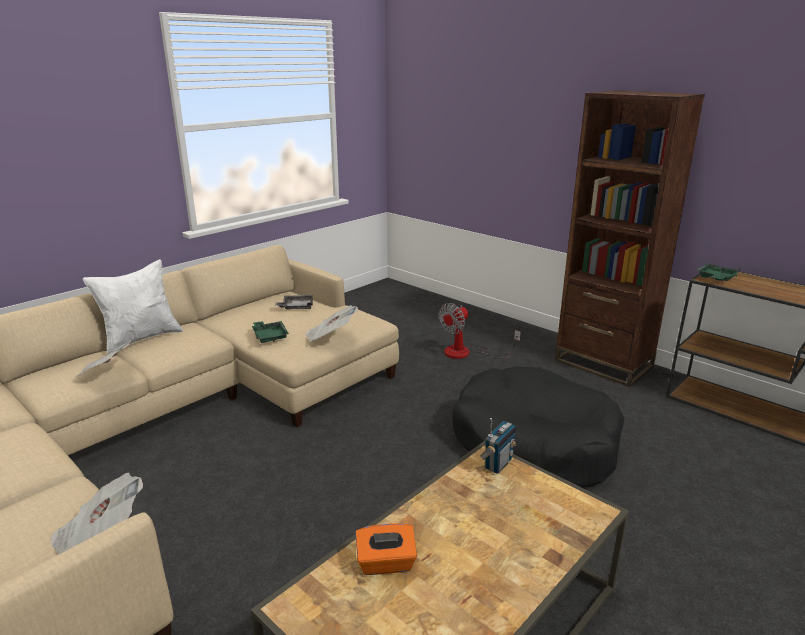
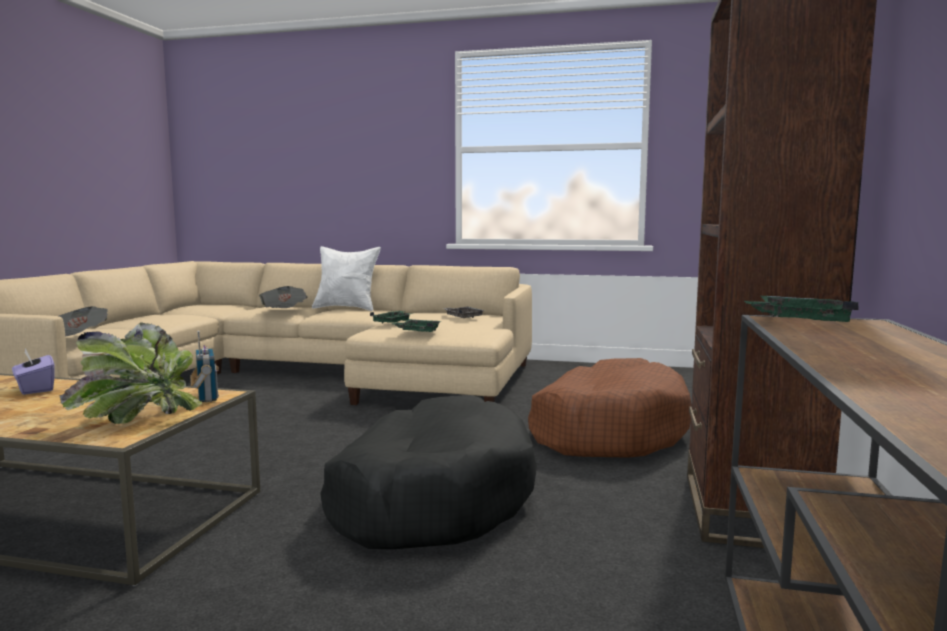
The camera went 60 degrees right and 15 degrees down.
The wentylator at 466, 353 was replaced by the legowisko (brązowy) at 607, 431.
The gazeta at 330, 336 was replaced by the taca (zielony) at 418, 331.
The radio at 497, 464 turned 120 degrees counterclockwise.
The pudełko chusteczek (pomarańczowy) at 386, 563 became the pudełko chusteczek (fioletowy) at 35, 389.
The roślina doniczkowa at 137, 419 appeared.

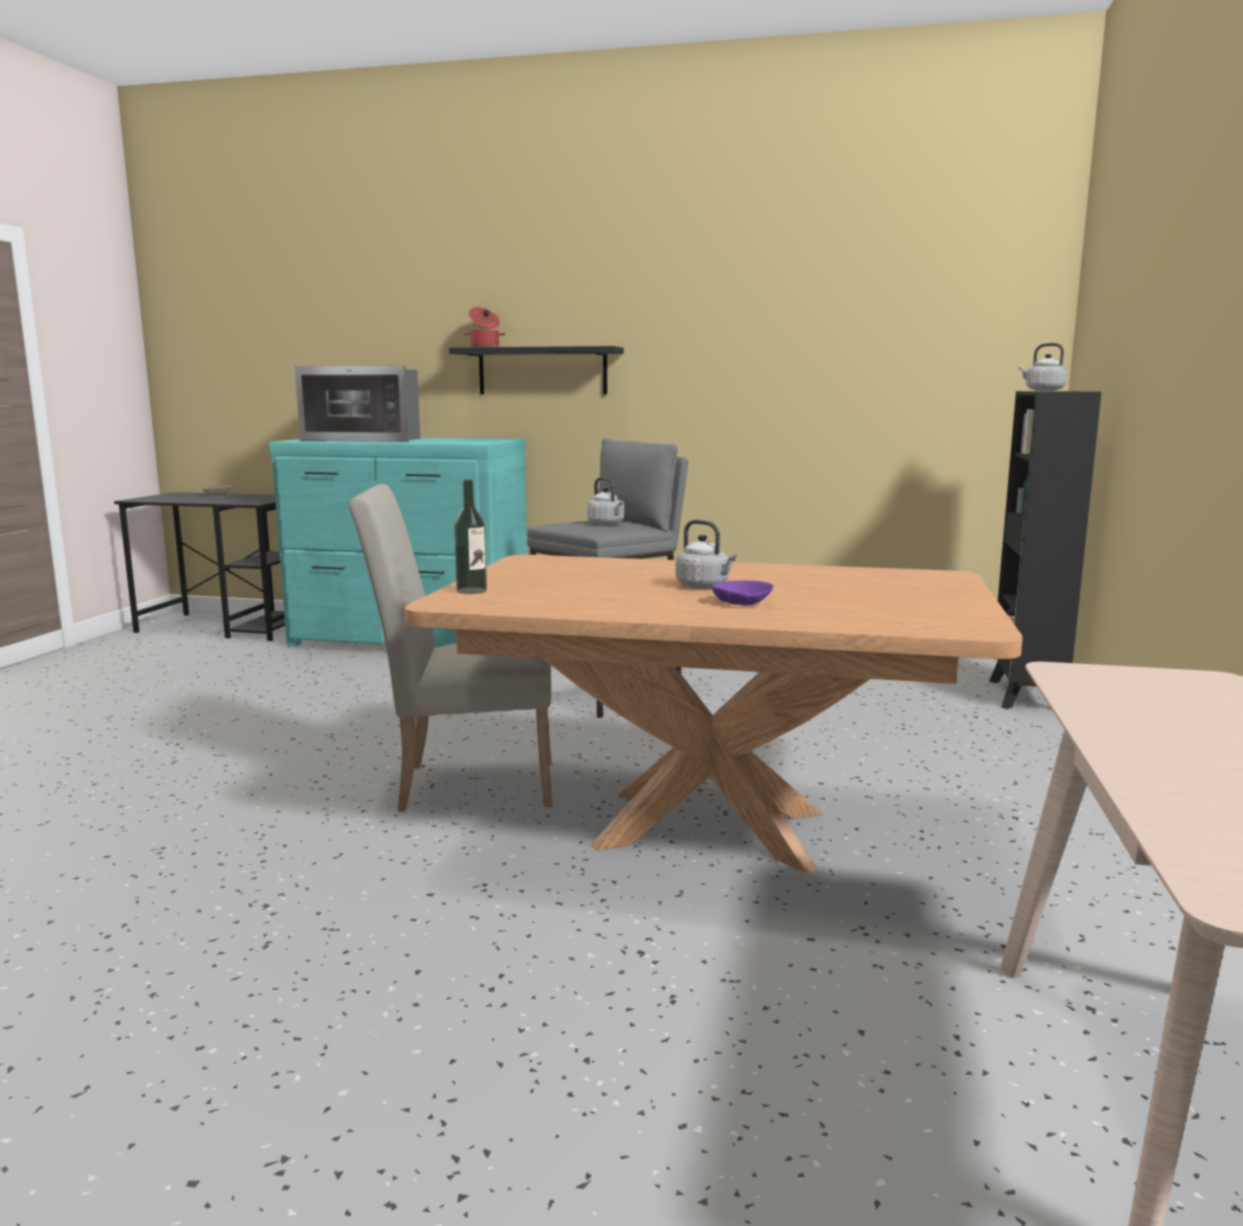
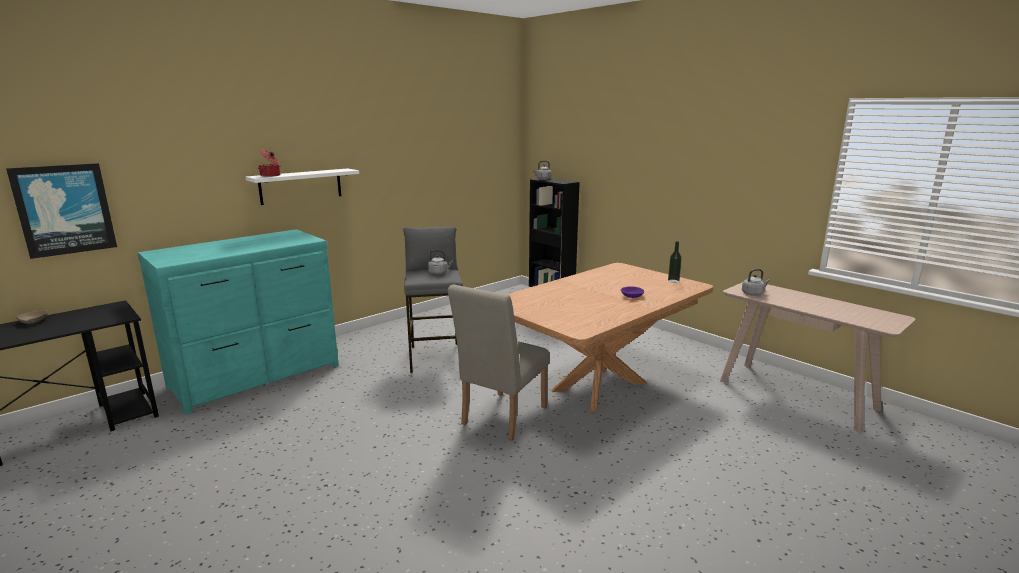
The camera went 55 degrees left and 5 degrees up.
The półka (czarny) at 542, 371 became the półka (biały) at 301, 186.
The mikrofalówka at 367, 439 disappeared.
The butelka moved from 471, 591 to 673, 281.
The czajnik (szary) moved from 704, 586 to 753, 293.
The obraz at 64, 209 appeared.

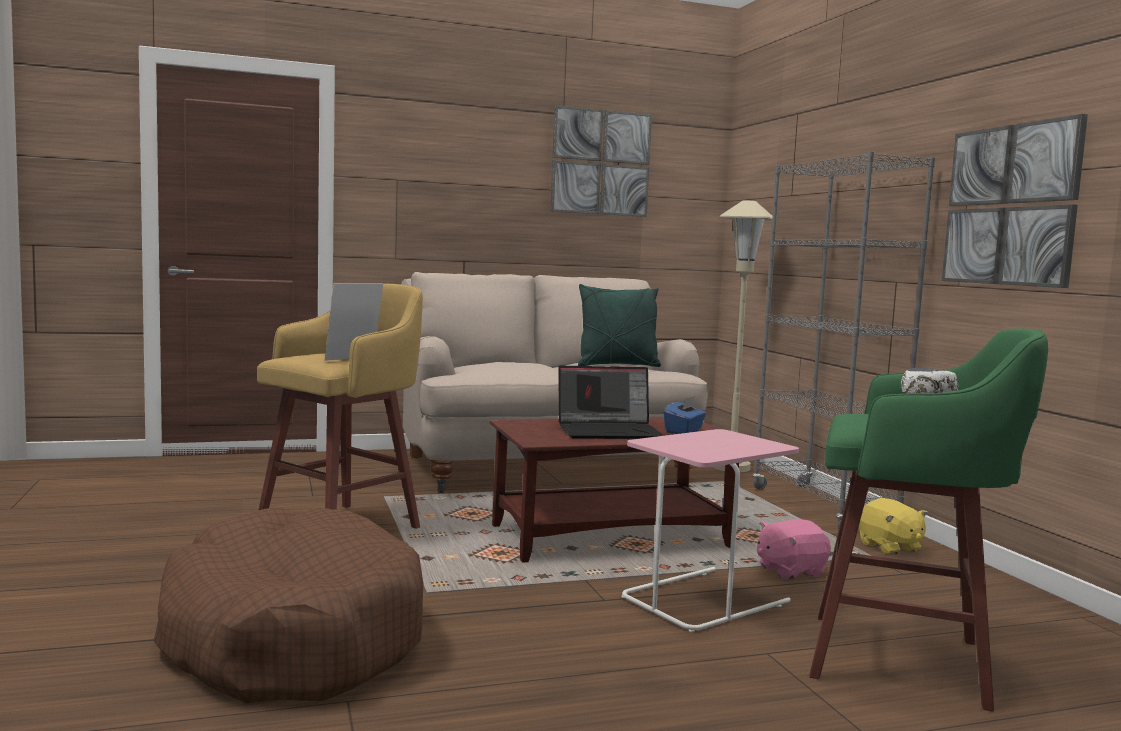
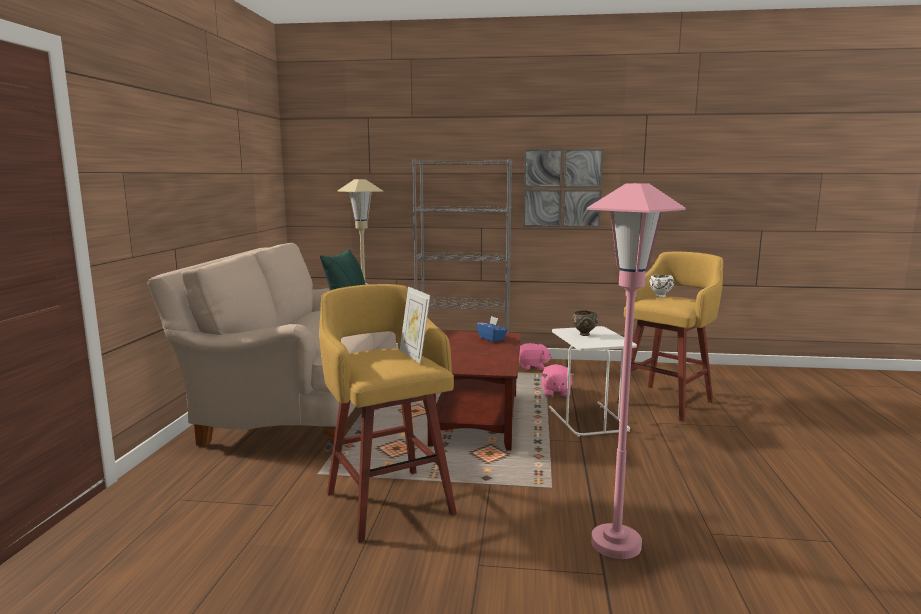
The camera went 65 degrees left and 5 degrees up.
The obraz at 600, 162 disappeared.
The stołek (zielony) at 904, 660 became the stołek (żółty) at 667, 401.
The laptop at 610, 431 disappeared.
The stolik (różowy) at 703, 599 became the stolik (biały) at 587, 419.
The pluszak (żółty) at 889, 547 became the pluszak (różowy) at 532, 367.
The legowisko (brązowy) at 292, 637 was replaced by the lampa stojąca (różowy) at 616, 544.
The miska (brązowy) at 583, 334 appeared.

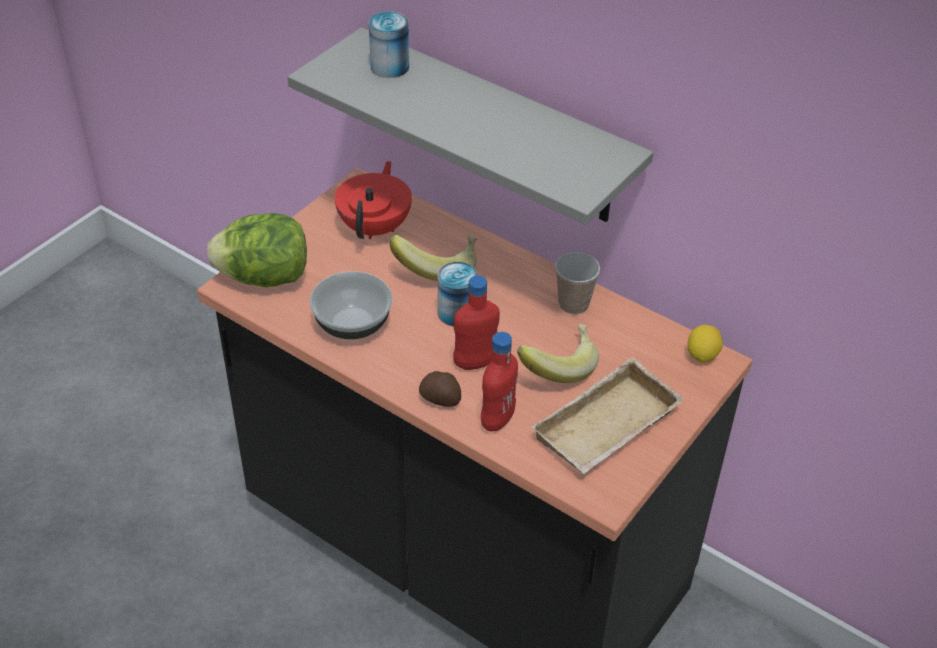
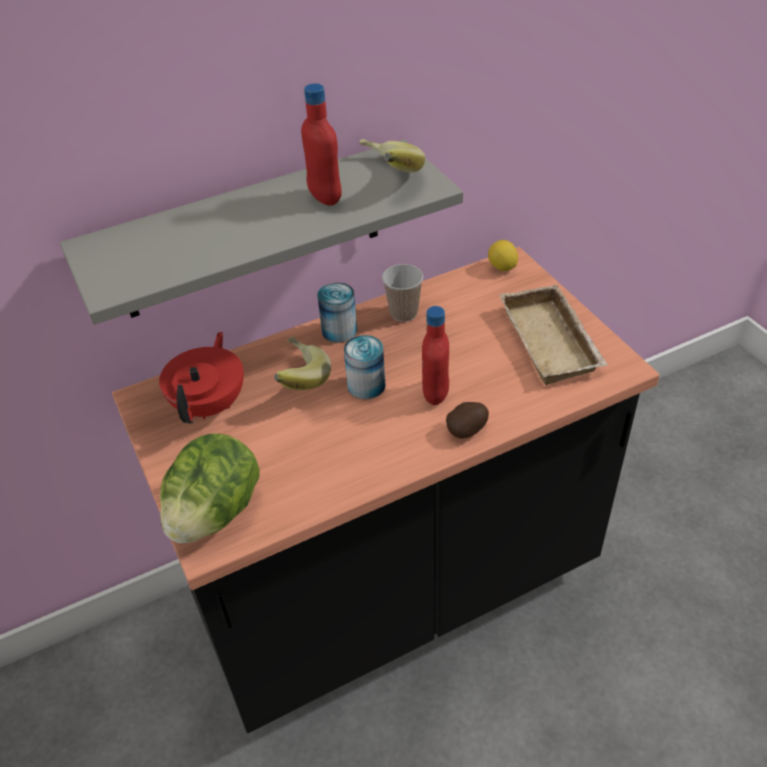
The camera went 60 degrees left and 0 degrees up.
The puszka moved from 389, 67 to 339, 330.
The imbryk (czerwony) at 375, 227 turned 60 degrees clockwise.
The miska at 351, 325 disappeared.
The banan moved from 557, 366 to 386, 176.
The butelka (czerwony) moved from 497, 419 to 325, 197.

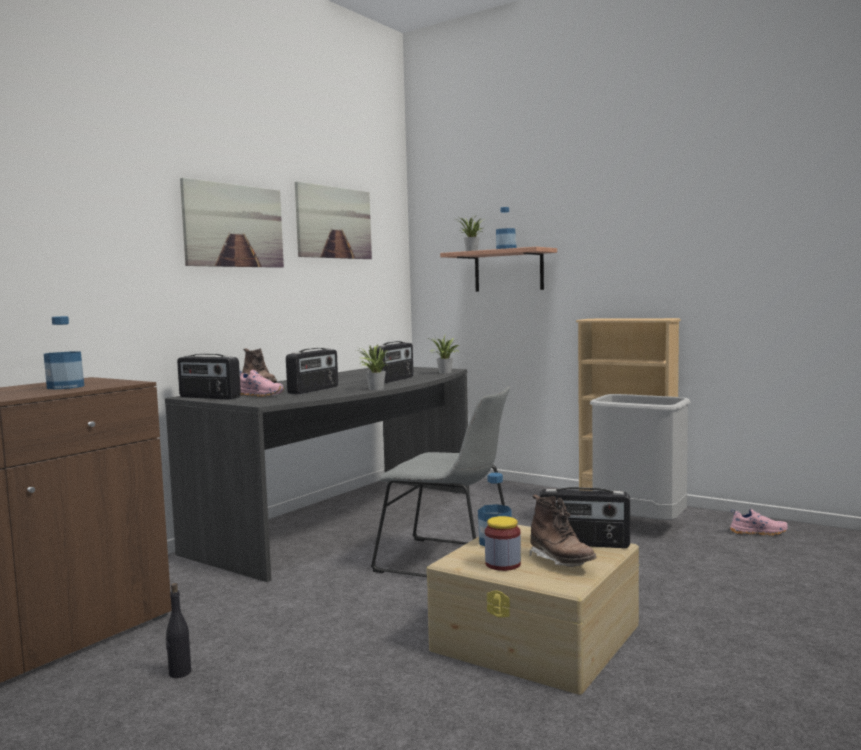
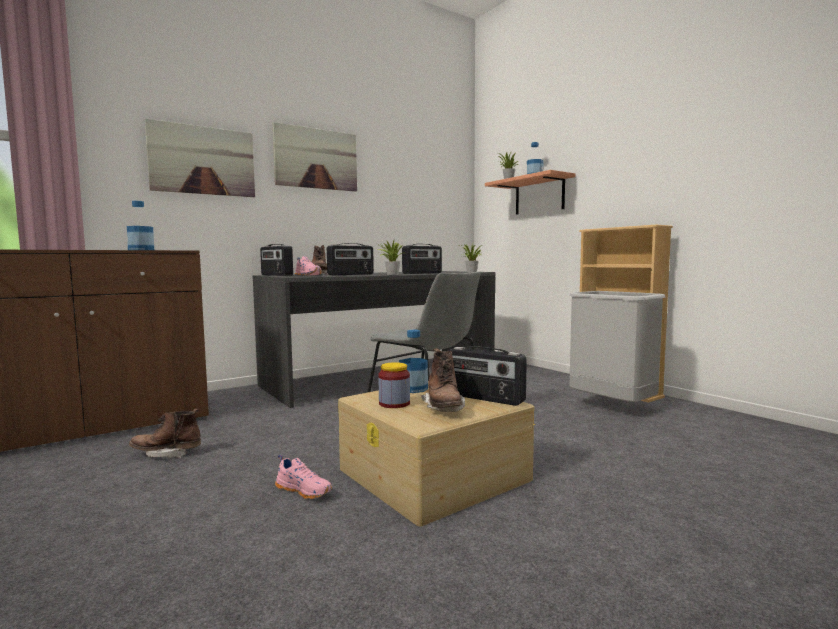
The camera went 20 degrees right and 0 degrees up.
The obraz moved from 334, 223 to 203, 160.
The but (różowy) moved from 758, 532 to 305, 490.
The butelka (czarny) at 179, 673 was replaced by the but z cholewką (brązowy) at 167, 453.

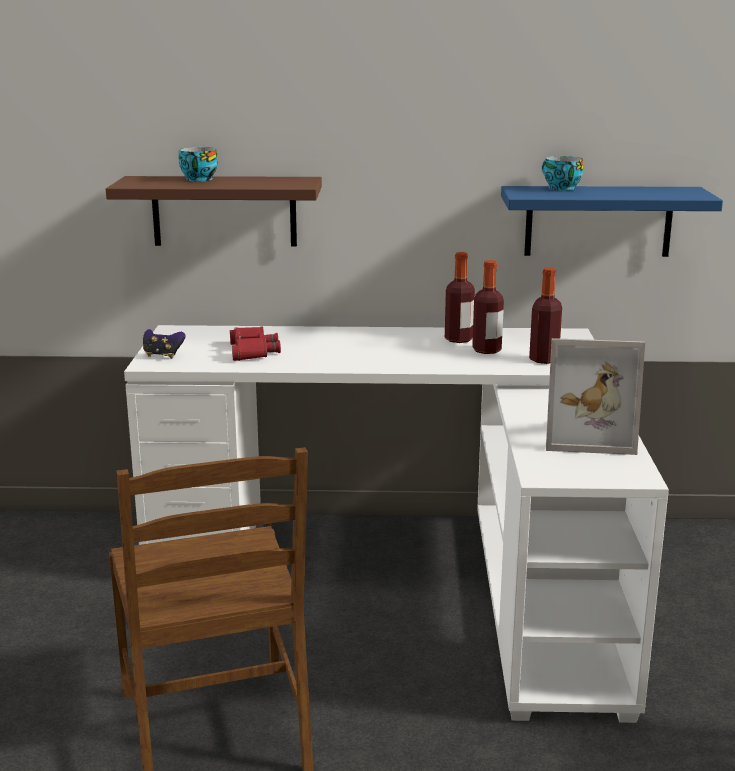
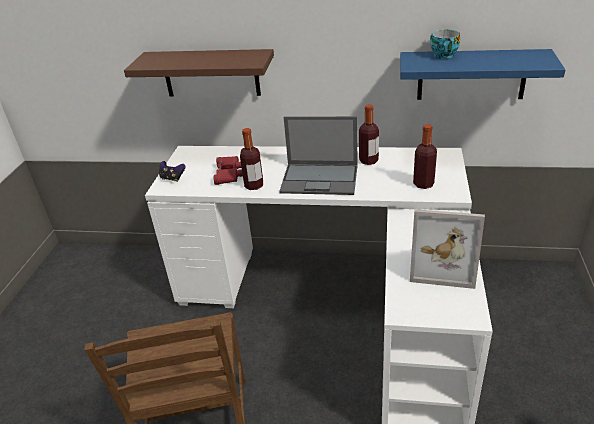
The camera went 10 degrees right and 15 degrees up.
The filiżanka at 197, 179 disappeared.
The butelka moved from 486, 350 to 254, 185.
The laptop at 320, 179 appeared.

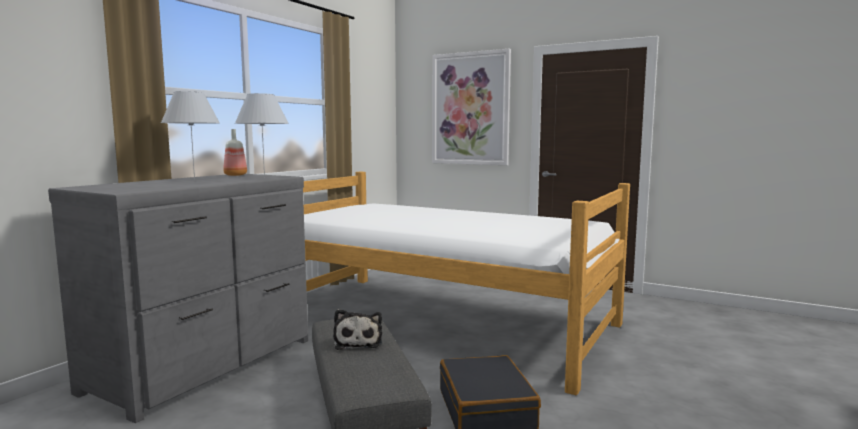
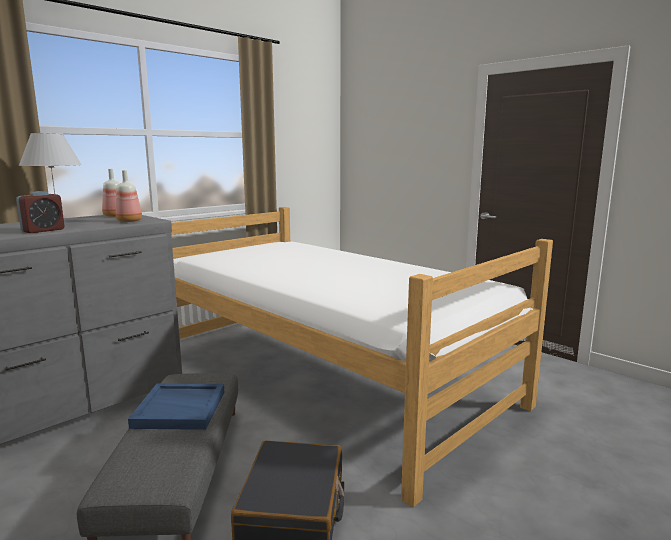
The camera went 15 degrees right and 5 degrees up.
The obraz at 470, 109 disappeared.
The lampa stołowa (biały) at 264, 177 was replaced by the butelka at 130, 221.
The pluszak at 358, 342 was replaced by the taca (niebieski) at 181, 409.
The budzik at 43, 230 appeared.

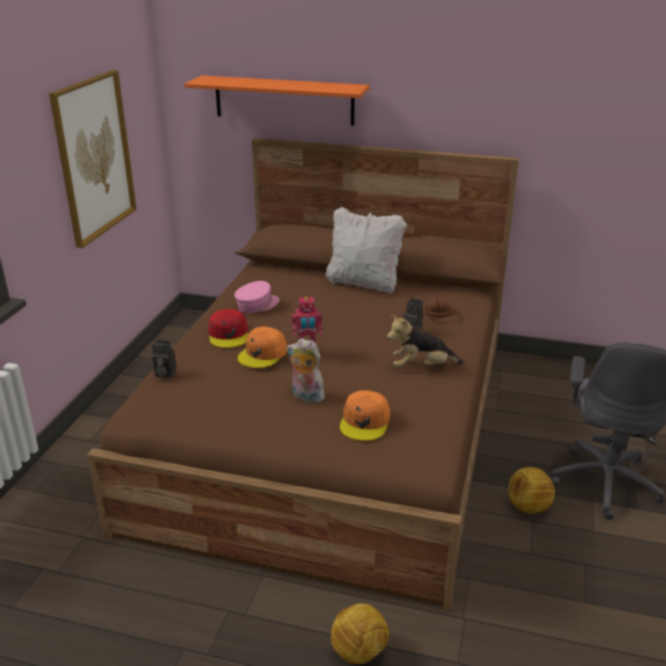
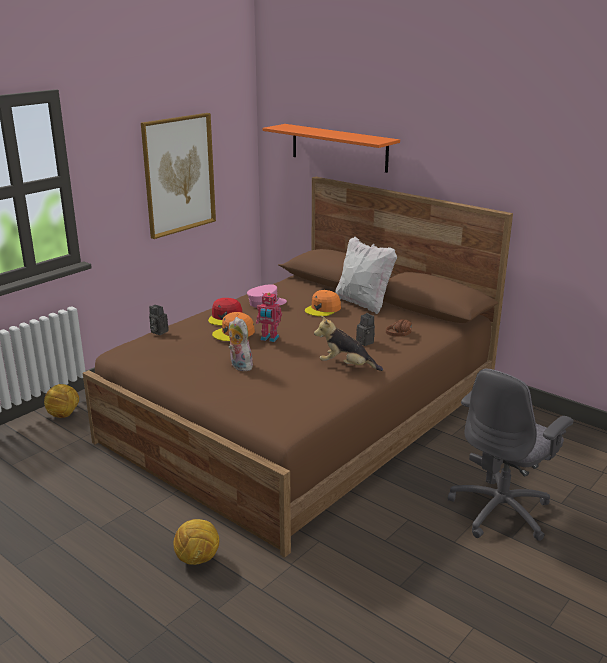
The camera went 25 degrees right and 5 degrees down.
The czapka z daszkiem (pomarańczowy) moved from 365, 422 to 323, 309.
The piłka futbolowa moved from 528, 507 to 64, 415.

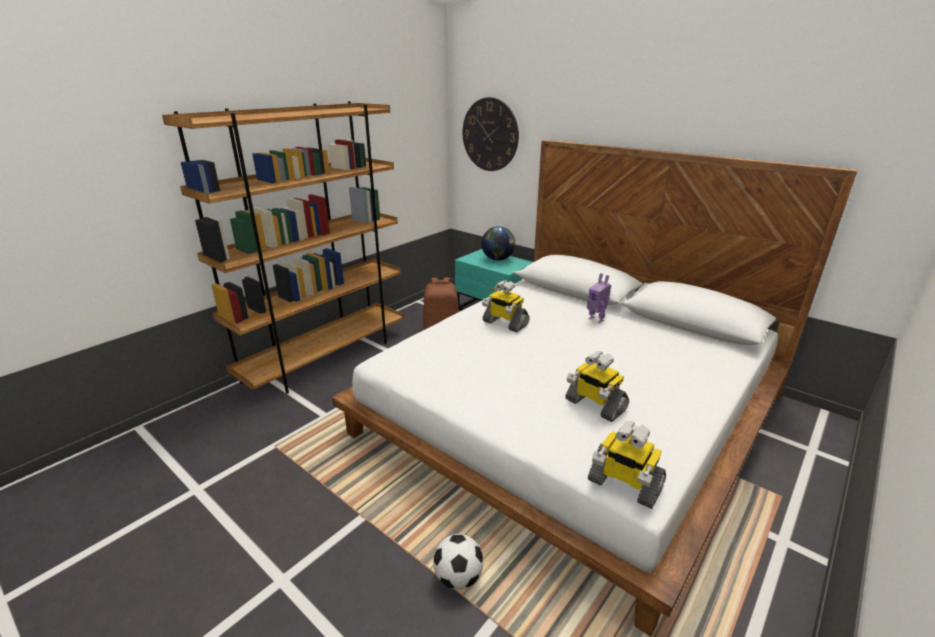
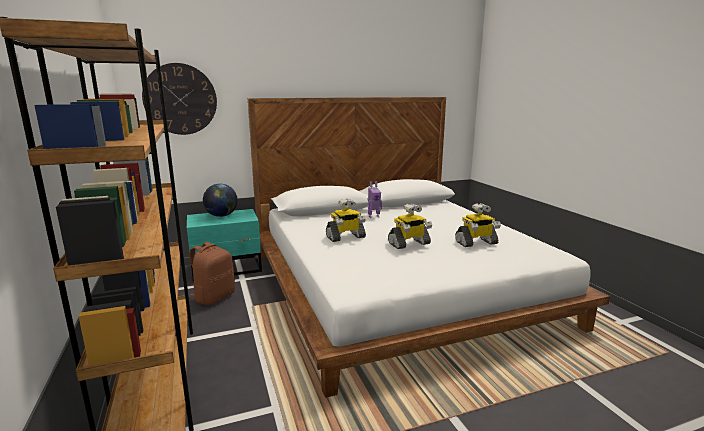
The camera went 60 degrees left and 10 degrees down.
The robot zabawkowy moved from 624, 484 to 409, 244.
The piłka futbolowa at 458, 577 disappeared.

